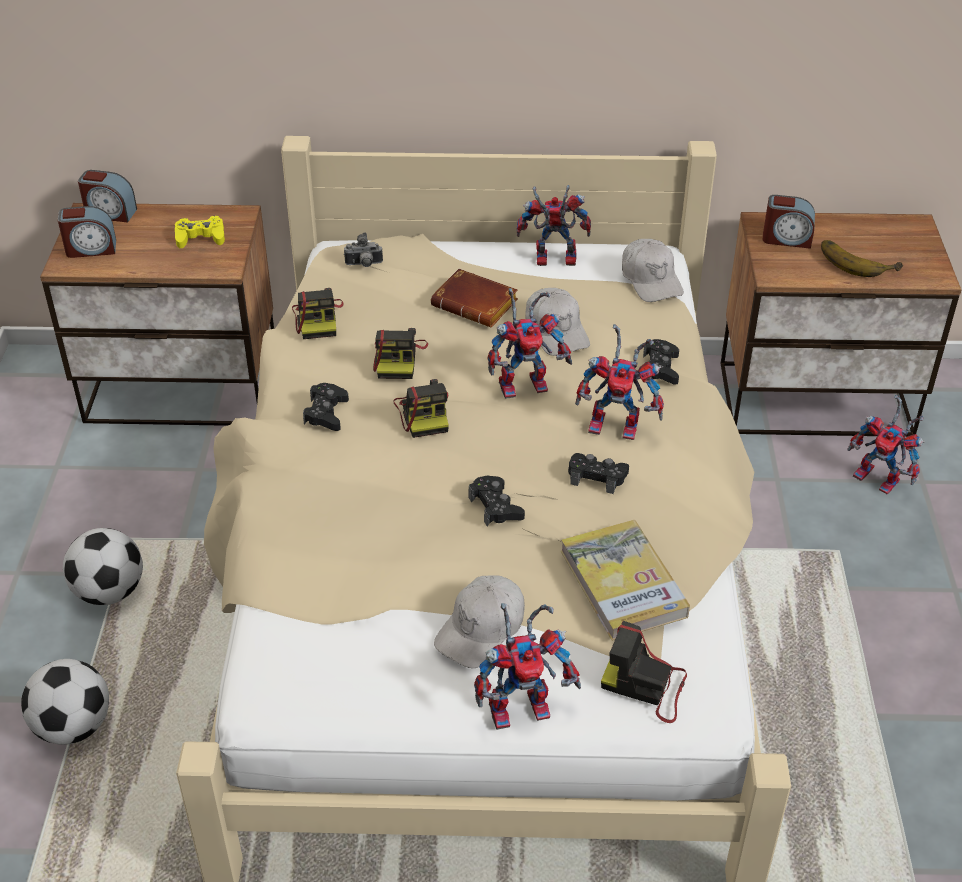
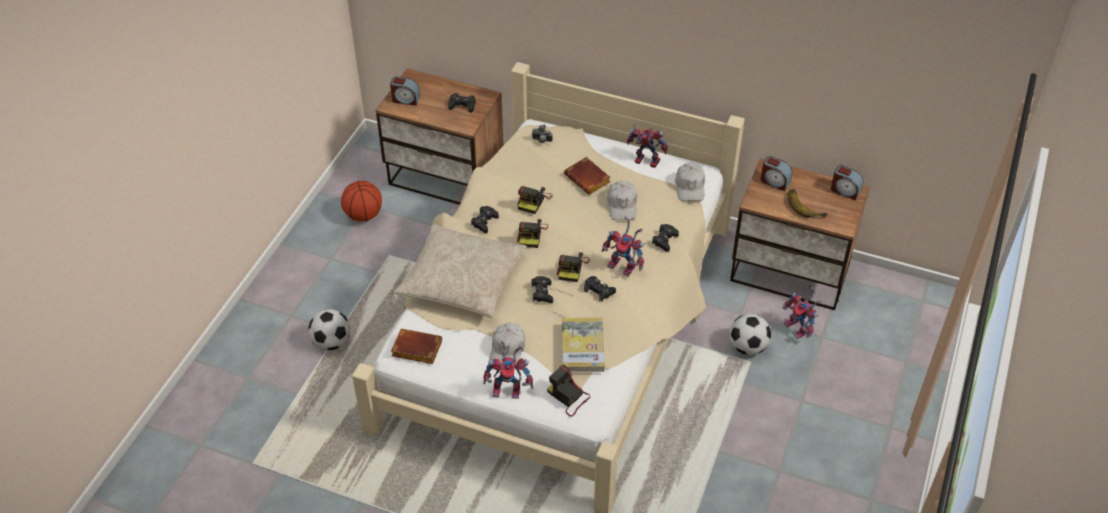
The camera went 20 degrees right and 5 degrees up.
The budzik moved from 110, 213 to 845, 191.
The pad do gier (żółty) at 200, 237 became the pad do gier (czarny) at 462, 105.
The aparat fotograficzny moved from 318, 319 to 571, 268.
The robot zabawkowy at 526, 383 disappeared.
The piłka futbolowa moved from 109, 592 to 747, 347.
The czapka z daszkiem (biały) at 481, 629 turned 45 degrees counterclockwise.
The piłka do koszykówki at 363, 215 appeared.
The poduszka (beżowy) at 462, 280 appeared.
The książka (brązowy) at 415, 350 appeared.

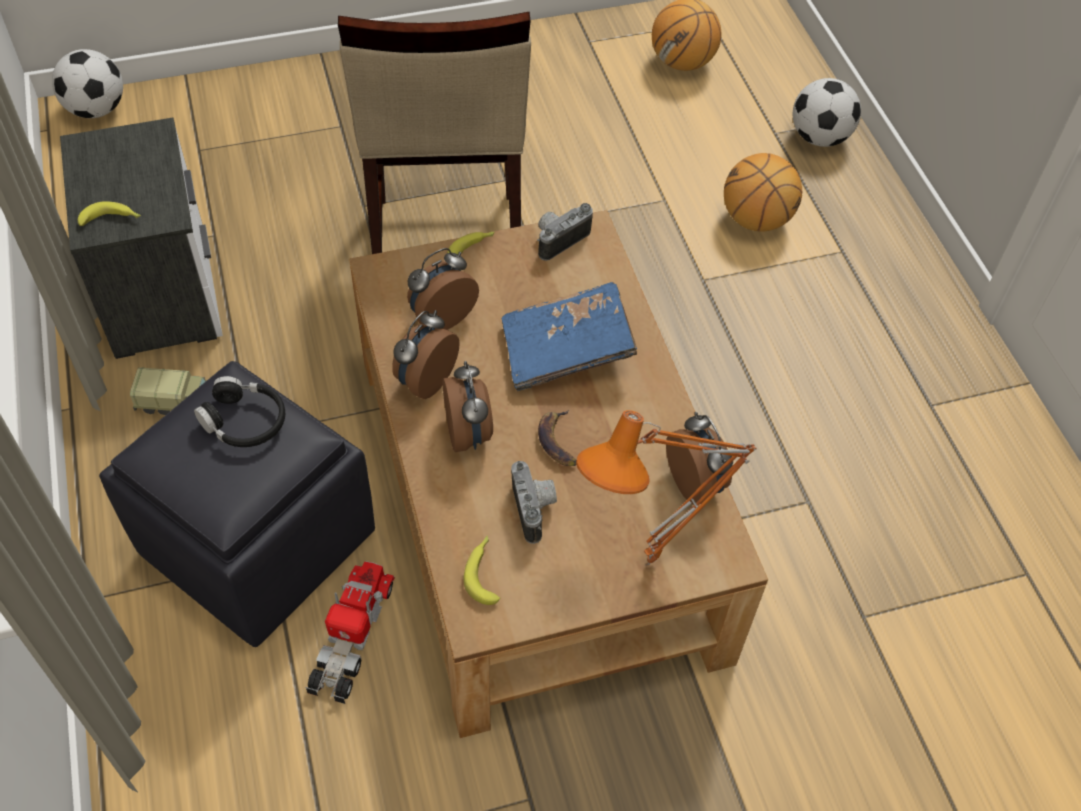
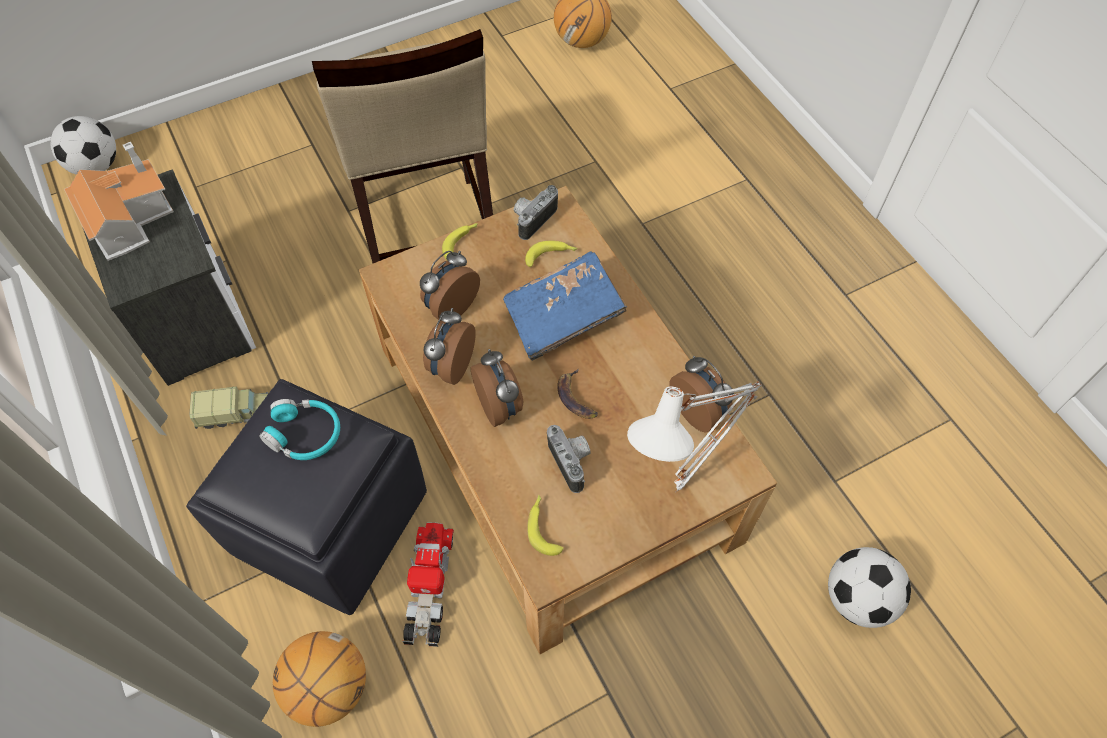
The camera went 10 degrees left and 5 degrees up.
The piłka futbolowa moved from 819, 138 to 857, 599.
The piłka do koszykówki moved from 756, 220 to 329, 688.
The banan moved from 112, 220 to 551, 256.
The słuchawki (czarny) at 244, 421 became the słuchawki (turkusowy) at 305, 434.
The lampa stołowa (pomarańczowy) at 653, 567 became the lampa stołowa (biały) at 682, 492.
The domek at 128, 218 appeared.

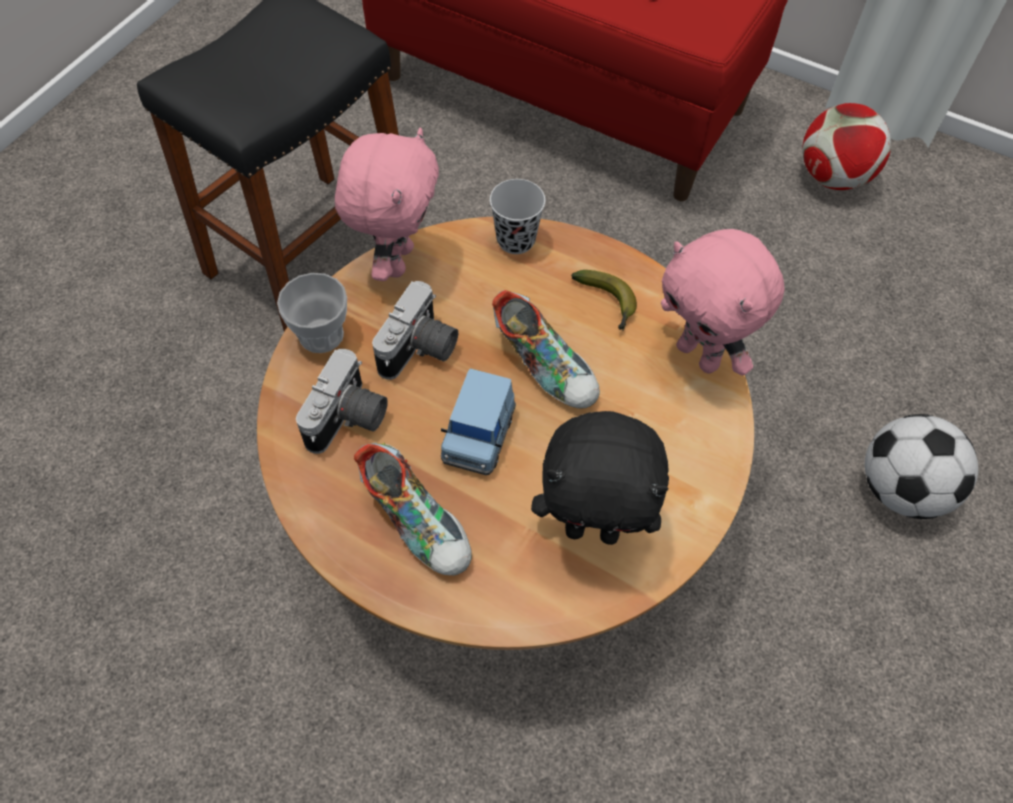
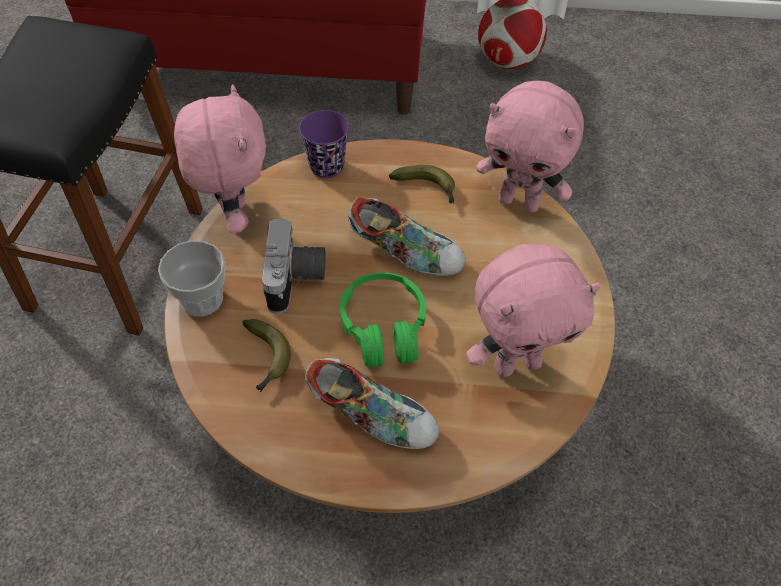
The camera went 25 degrees left and 5 degrees down.
The filiżanka (czarny) at 516, 240 became the filiżanka (fioletowy) at 326, 166.
The aparat fotograficzny at 349, 420 was replaced by the banan at 266, 359.
The samochodzik (niebieski) at 478, 436 was replaced by the słuchawki (zielony) at 384, 328.
The pluszak (czarny) at 593, 529 became the pluszak (różowy) at 516, 363.
The piłka futbolowa at 901, 489 disappeared.

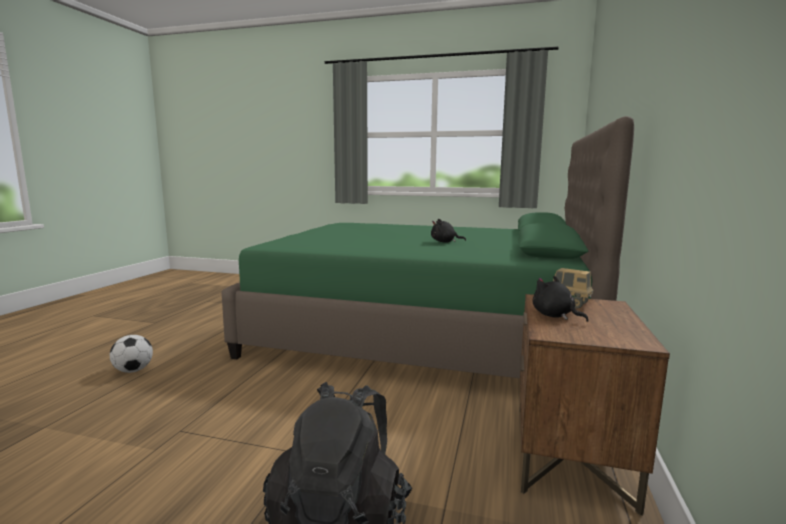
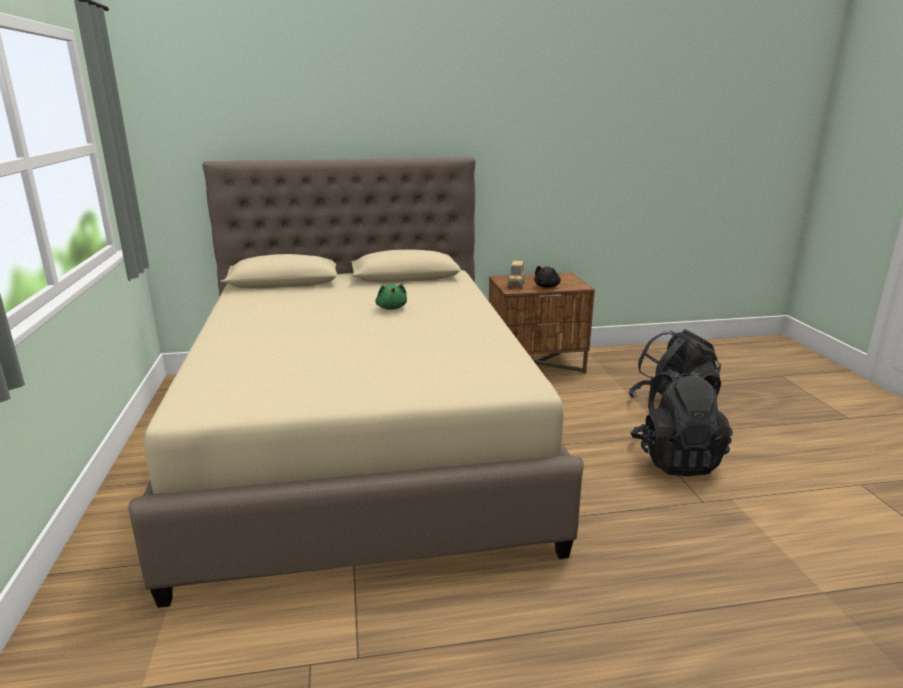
The camera went 115 degrees left and 10 degrees up.
The łóżko (zielony) at 423, 332 became the łóżko (beżowy) at 362, 443.
The pluszak (czarny) at 445, 242 became the pluszak (zielony) at 391, 308.
The piłka futbolowa at 133, 370 disappeared.
The plecak (czarny) at 676, 459 appeared.

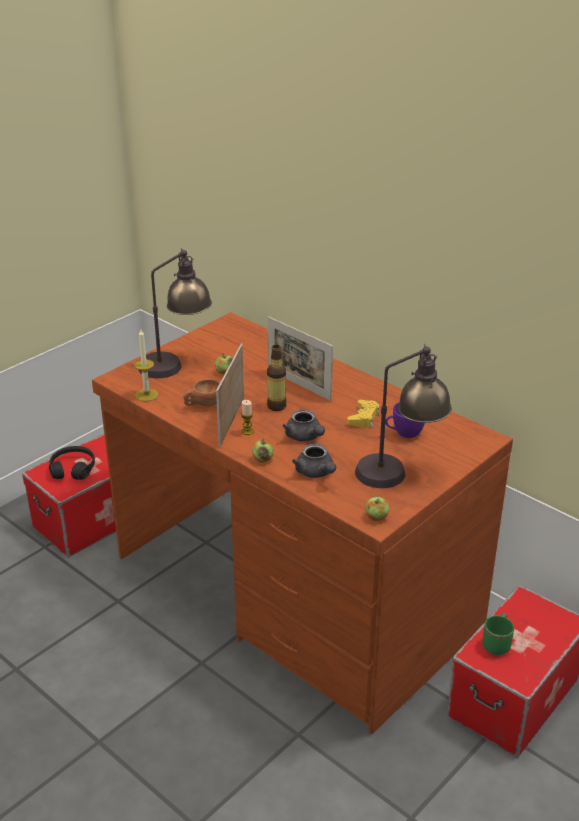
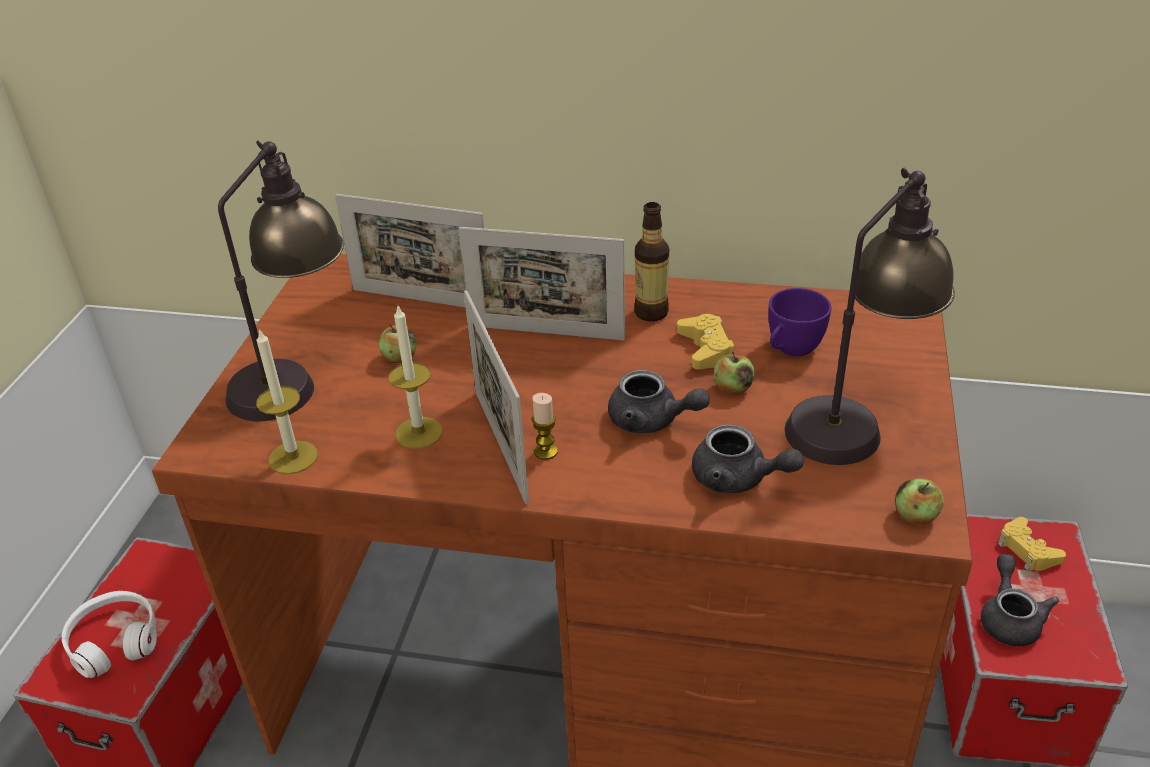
The camera went 30 degrees left and 5 degrees up.
The butelka moved from 276, 406 to 651, 313.
The filiżanka (brązowy) at 203, 404 was replaced by the świeca at 419, 433.
The jabłko moved from 263, 459 to 733, 388.
The słuchawki (czarny) at 73, 469 became the słuchawki (biały) at 114, 641.
The kubek (zielony) at 497, 643 was replaced by the imbryk (szary) at 1009, 618.
The ramka na zdjęcie at 421, 300 appeared.
The pad do gier (żółty) at 1027, 550 appeared.

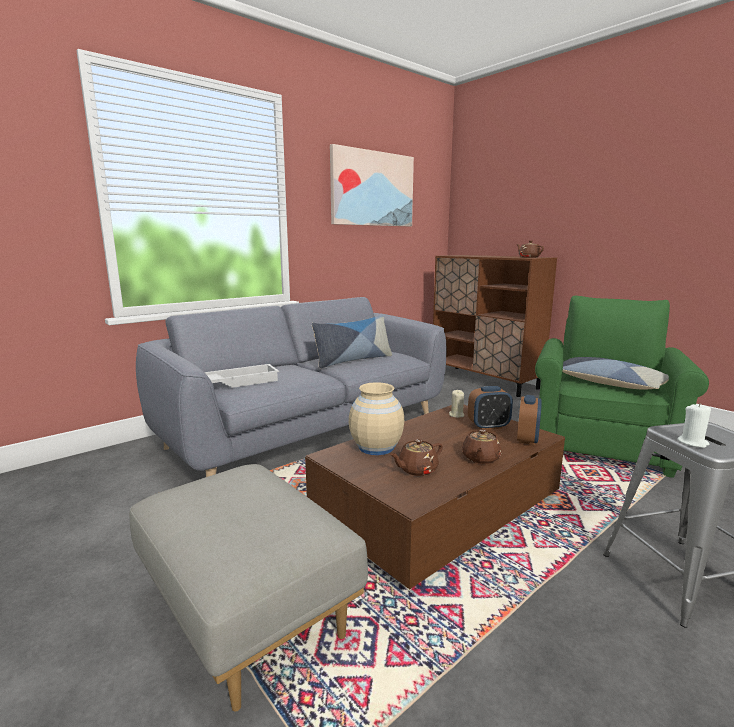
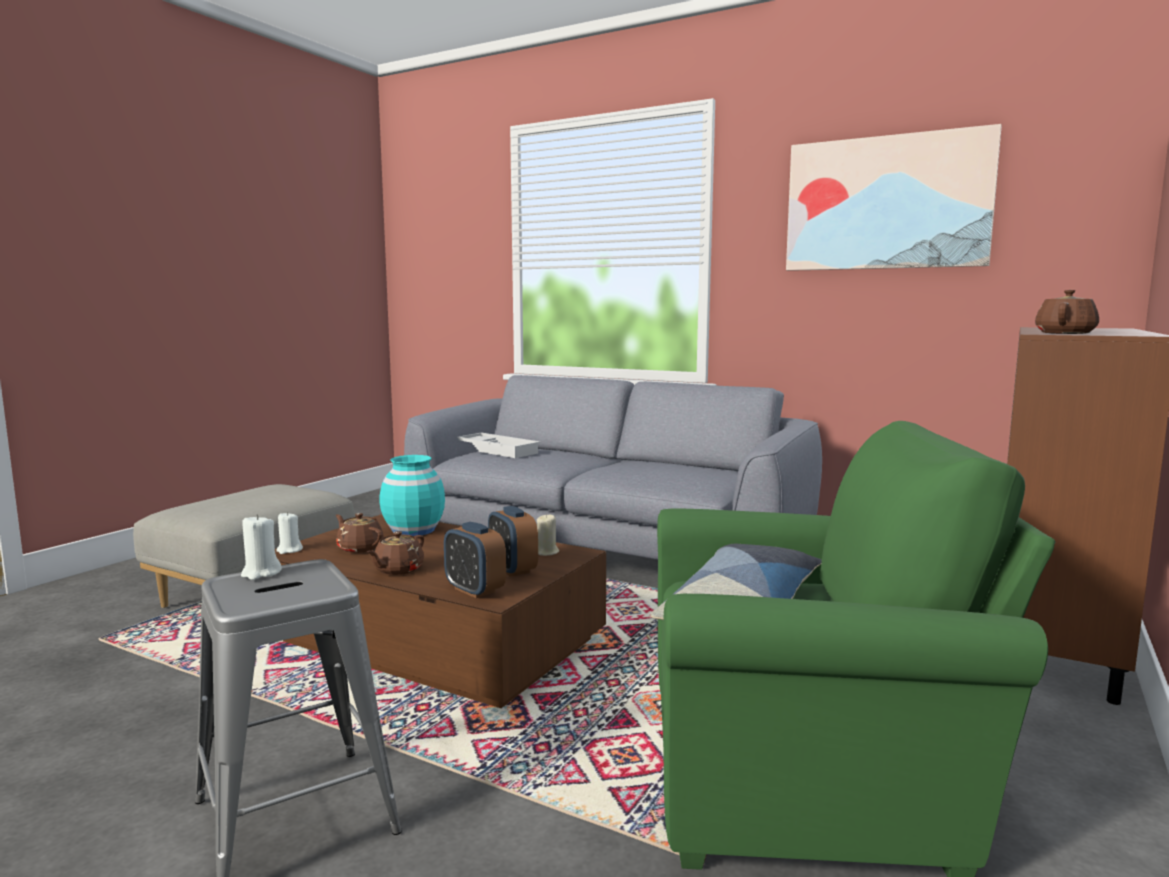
The camera went 70 degrees right and 5 degrees down.
The poduszka at 353, 360 disappeared.
The wazon (beżowy) at 376, 447 became the wazon (turkusowy) at 413, 530.
The budzik at 527, 439 turned 45 degrees clockwise.
The imbryk (brązowy) at 480, 458 turned 60 degrees counterclockwise.
The świeca (biały) at 289, 550 appeared.

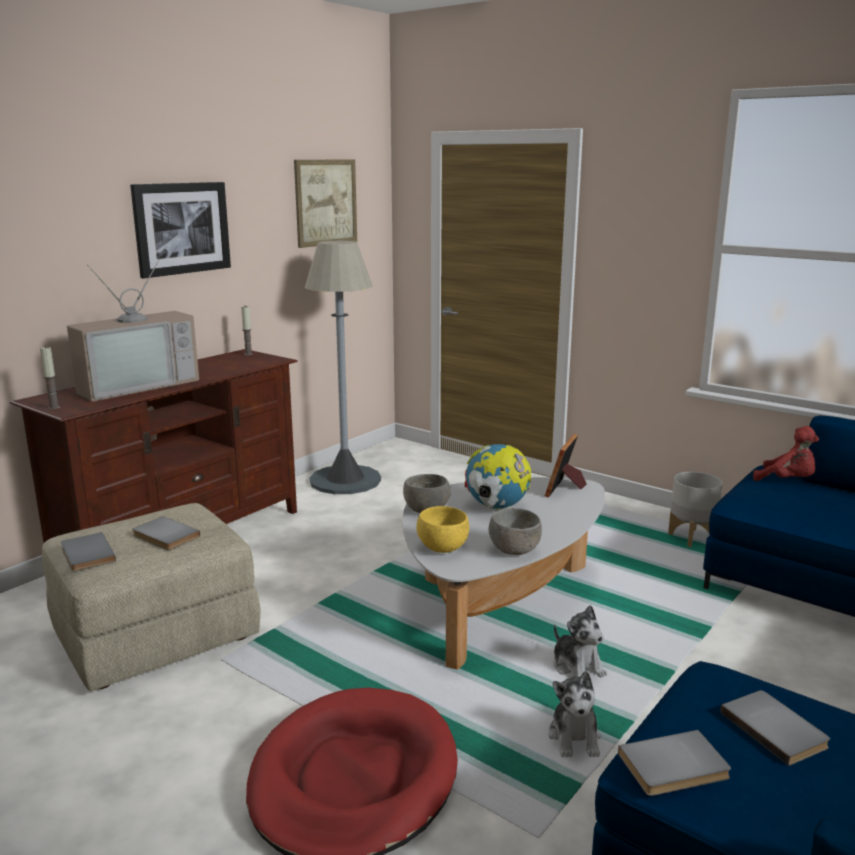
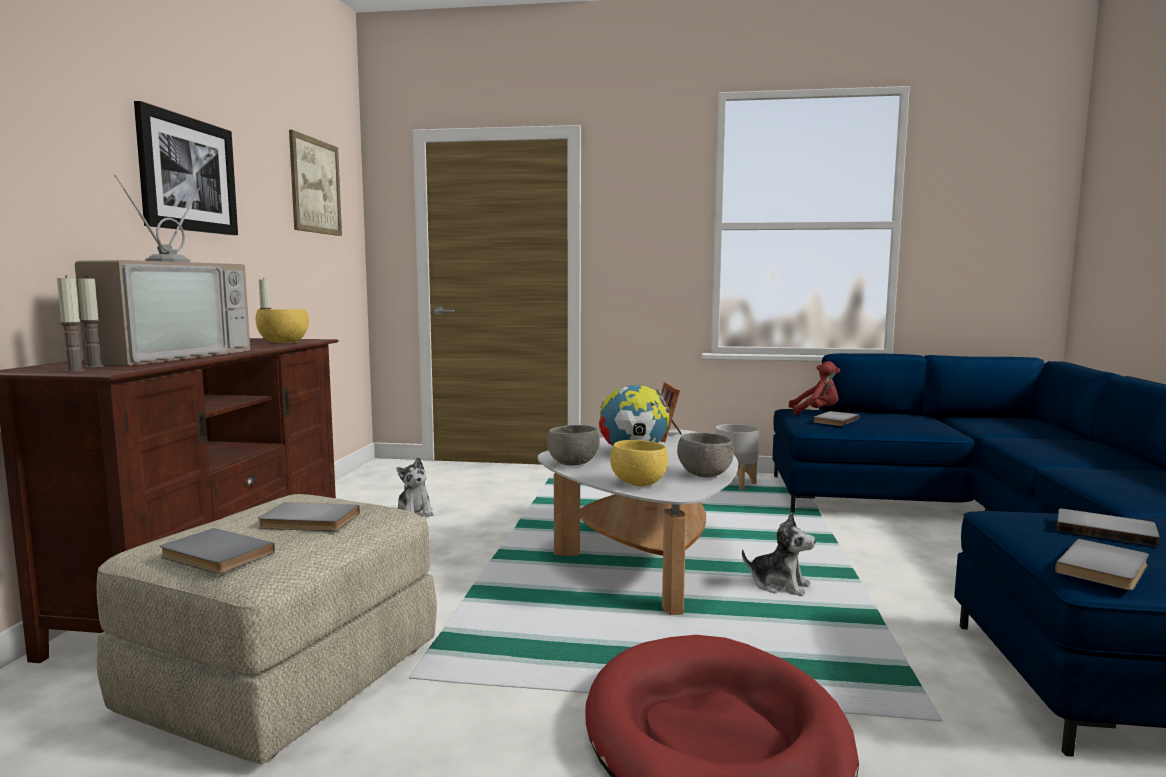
The camera went 30 degrees left and 10 degrees down.
The lampa stojąca (szary) at 345, 480 disappeared.
The pluszak moved from 575, 737 to 415, 512.
The świeca at 94, 366 appeared.
The miska (żółty) at 284, 343 appeared.
The książka (szary) at 834, 420 appeared.

